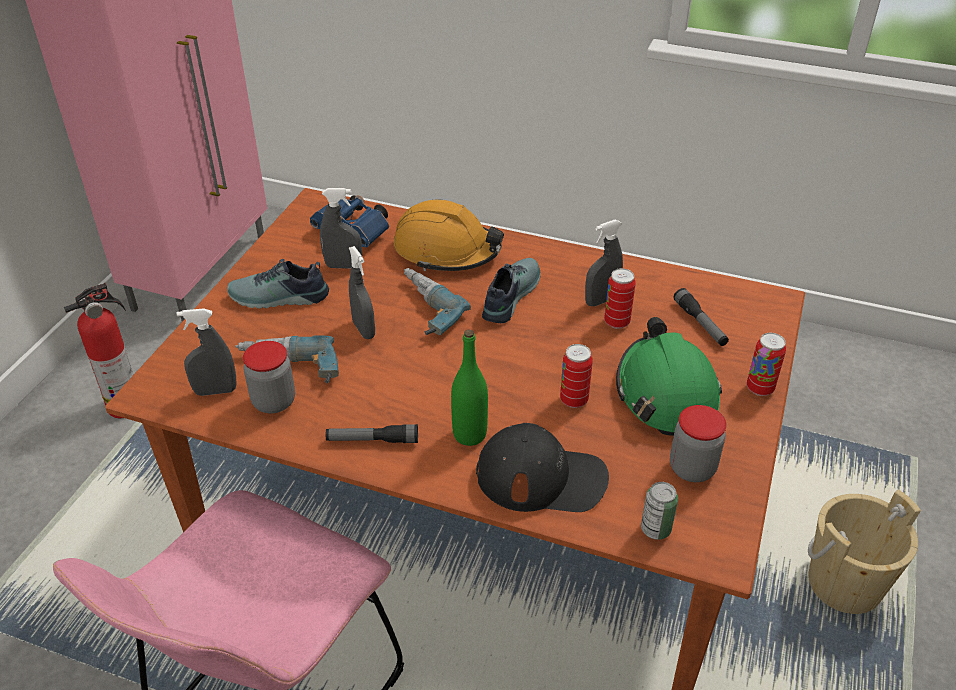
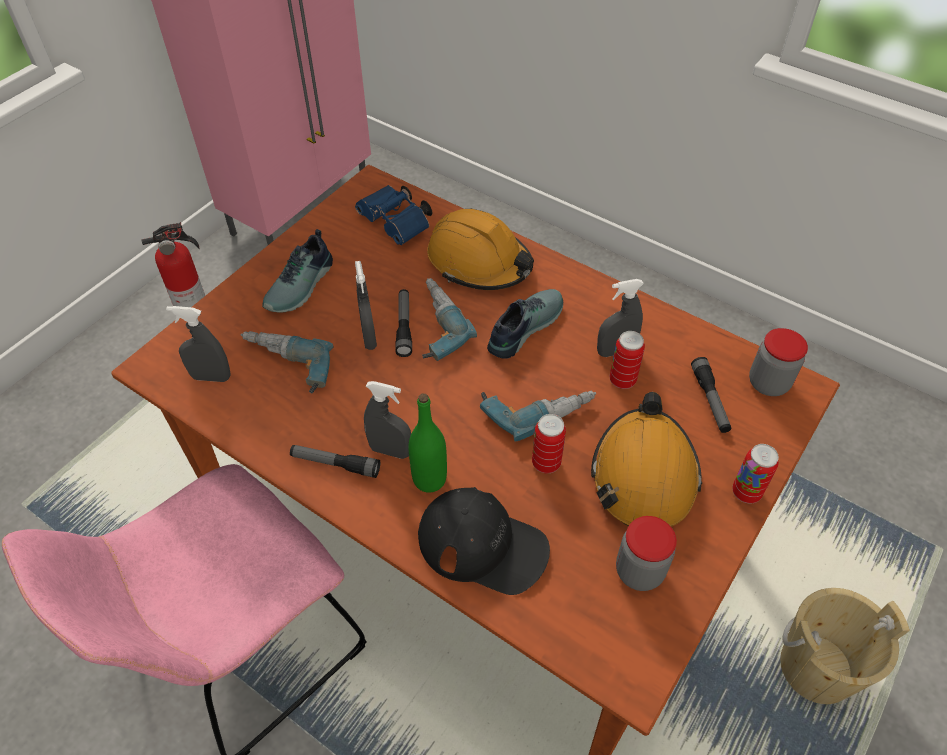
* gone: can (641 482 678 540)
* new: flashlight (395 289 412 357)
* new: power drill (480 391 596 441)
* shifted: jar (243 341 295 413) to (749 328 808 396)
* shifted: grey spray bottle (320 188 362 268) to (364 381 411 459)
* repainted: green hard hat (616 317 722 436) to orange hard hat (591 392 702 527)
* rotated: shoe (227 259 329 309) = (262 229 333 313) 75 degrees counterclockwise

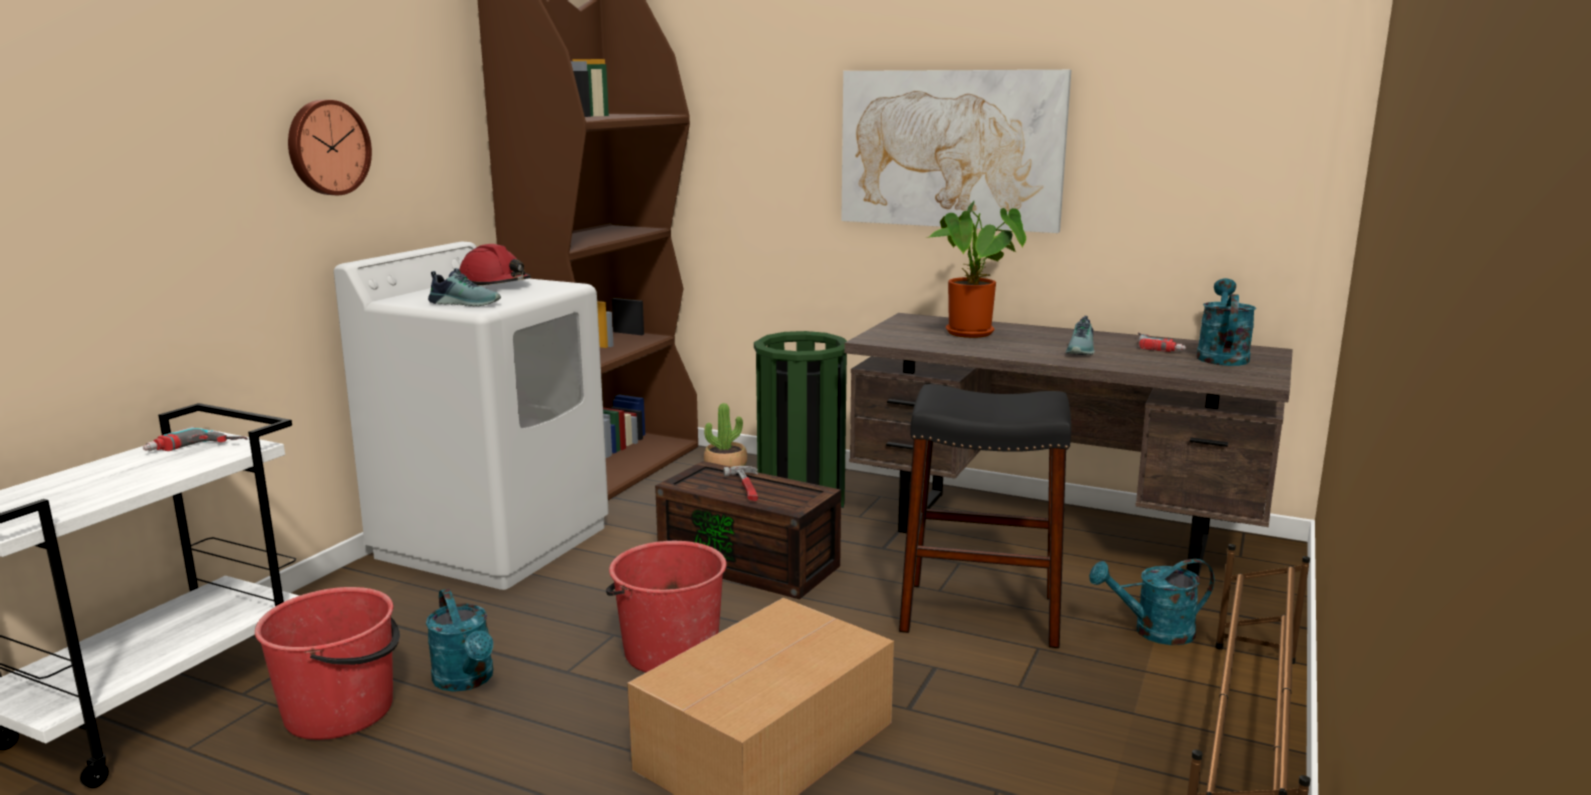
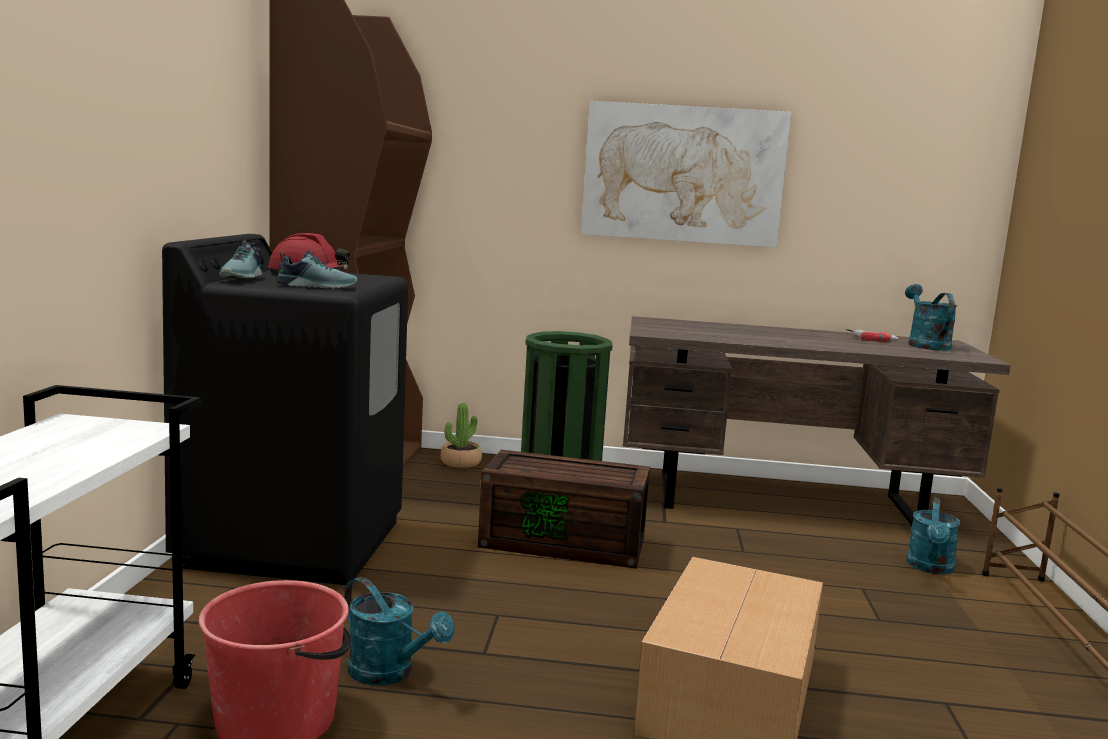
* gone: power drill (143 427 248 451)
* gone: wall clock (288 100 372 195)
* gone: red bucket (606 541 727 672)
* gone: hammer (723 466 758 501)
* gone: black stool (899 384 1071 648)
* gone: potted plant (926 201 1026 338)
* shifted: shoe (1065 316 1095 355) to (219 240 263 279)
* repainted: white washing machine (334 241 609 590) to black washing machine (162 234 408 585)
* rotated: turquoise watering can (1089 559 1215 645) = (906 498 960 574) 45 degrees counterclockwise

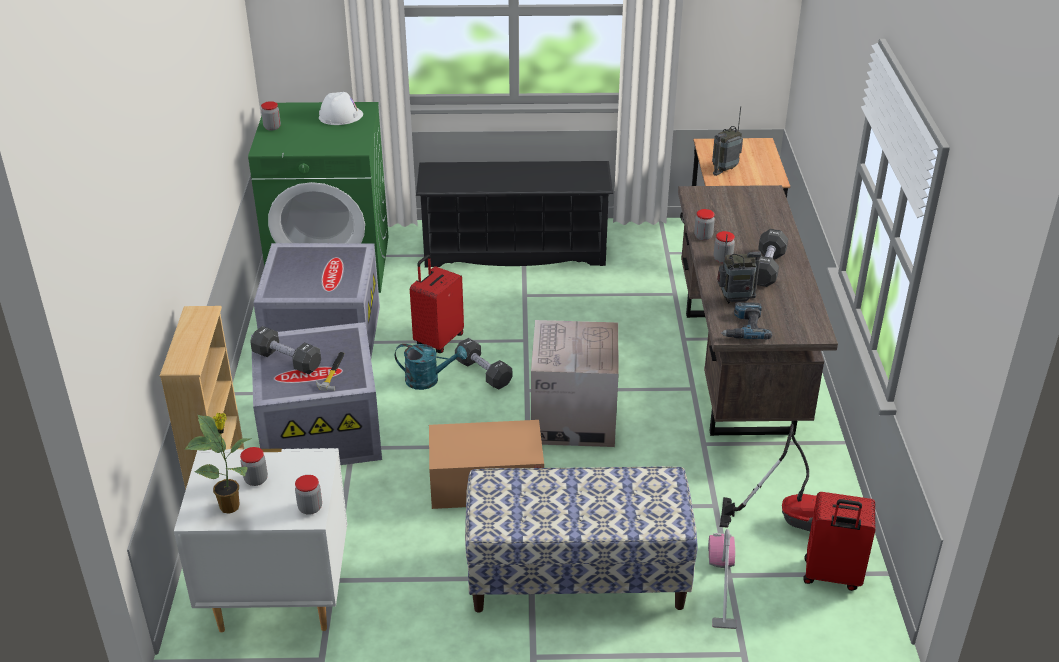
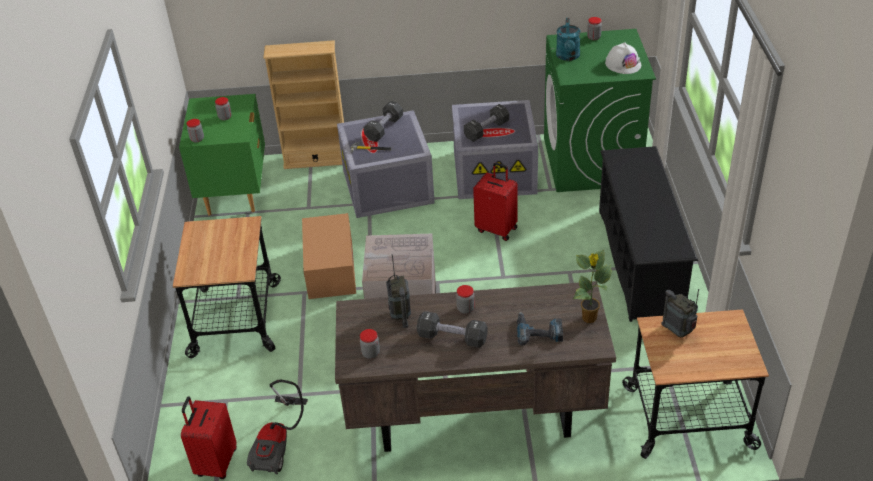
* gone: vacuum cleaner (708 529 737 629)
* shifted: potted plant (185 413 252 514) to (573 249 612 323)
* shifted: turquoise watering can (395 344 467 390) to (556 18 581 61)
* shifted: black dumbbell (455 338 512 390) to (464 104 509 142)
* shifted: jar (694 209 715 240) to (360 329 380 359)
* shifted: power drill (721 302 772 339) to (517 312 563 346)
* swapped: bench (465 466 698 613) to cart (173 216 281 358)
* repainted: white nightstand (174 448 347 632) to green nightstand (179 94 265 216)

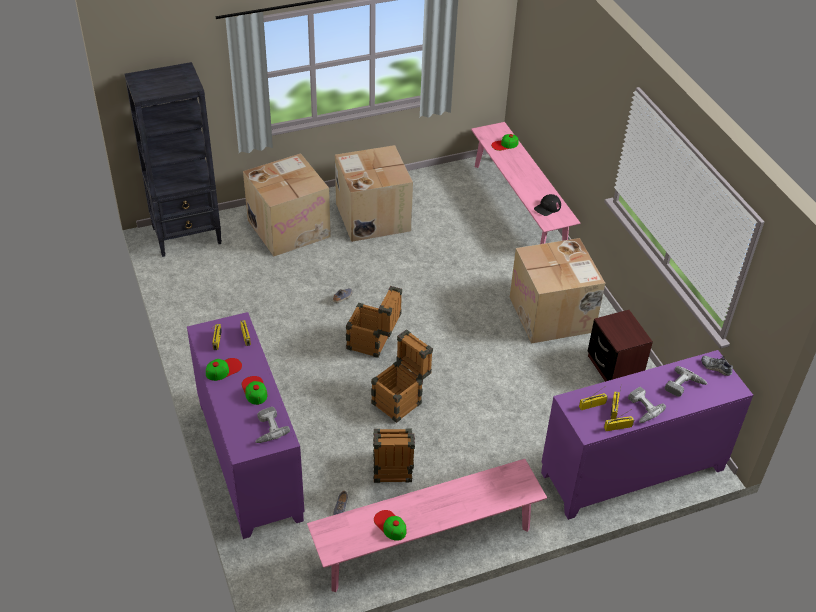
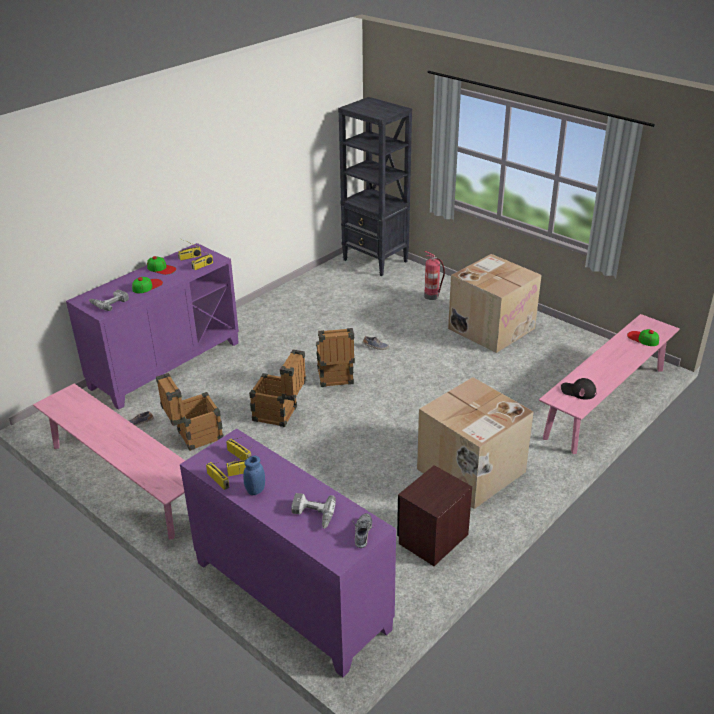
* gone: cap (374 510 406 541)
* swapped: cardboard box (243 153 331 256) to fire extinguisher (424 251 445 300)
* swapped: power drill (628 387 666 423) to blue jar (243 456 265 495)

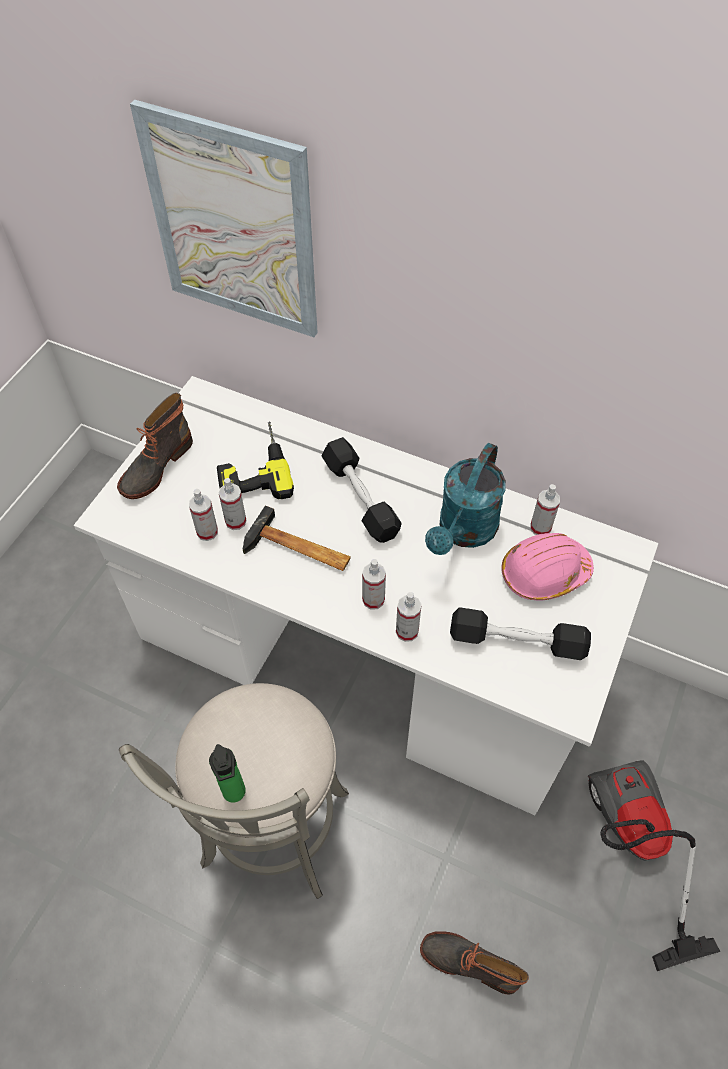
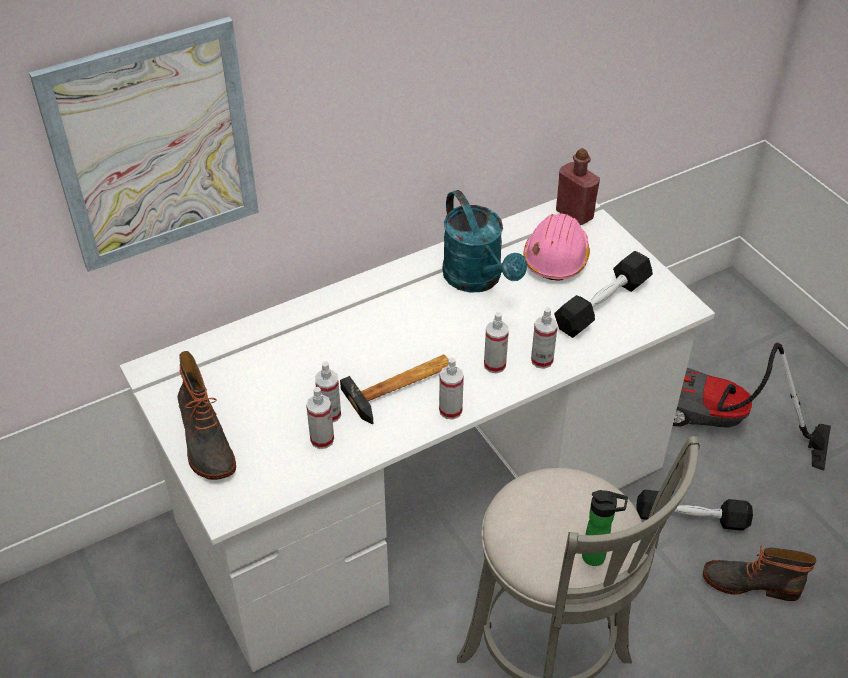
* gone: power drill (217 422 294 499)
* new: red bottle (556 148 600 225)
* shifted: black dumbbell (322 437 402 543) to (636 490 753 531)
* shifted: spray bottle (530 484 560 535) to (439 358 464 419)
* rotated: boot (420 931 529 994) = (703 545 817 601) 45 degrees clockwise

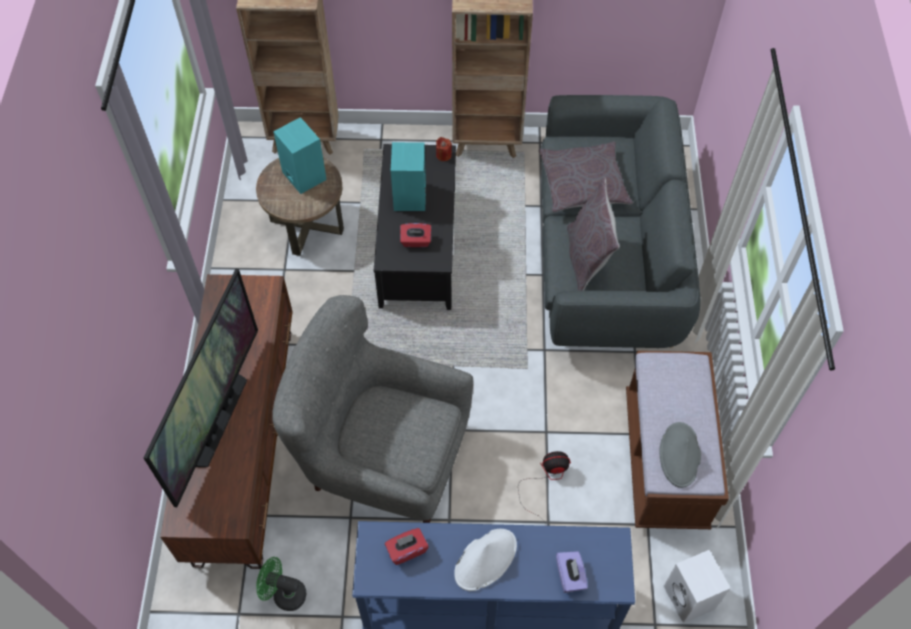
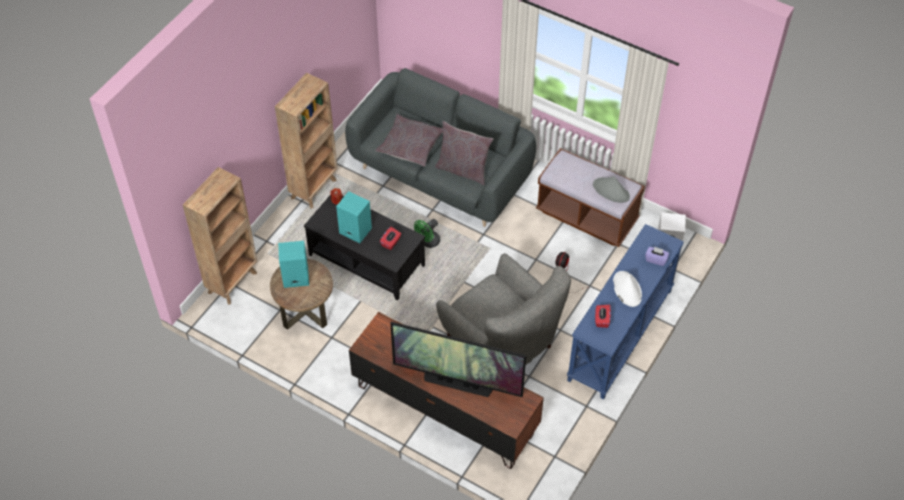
* shifted: green fan (256 557 306 611) to (414 219 440 248)
* rotated: television (143 269 258 507) = (390 322 526 397) 150 degrees clockwise
* rotated: grey armchair (272 295 473 523) = (436 253 571 364) 90 degrees counterclockwise

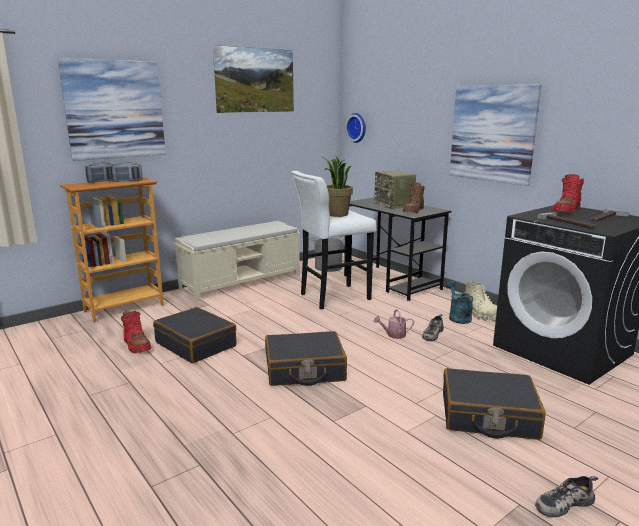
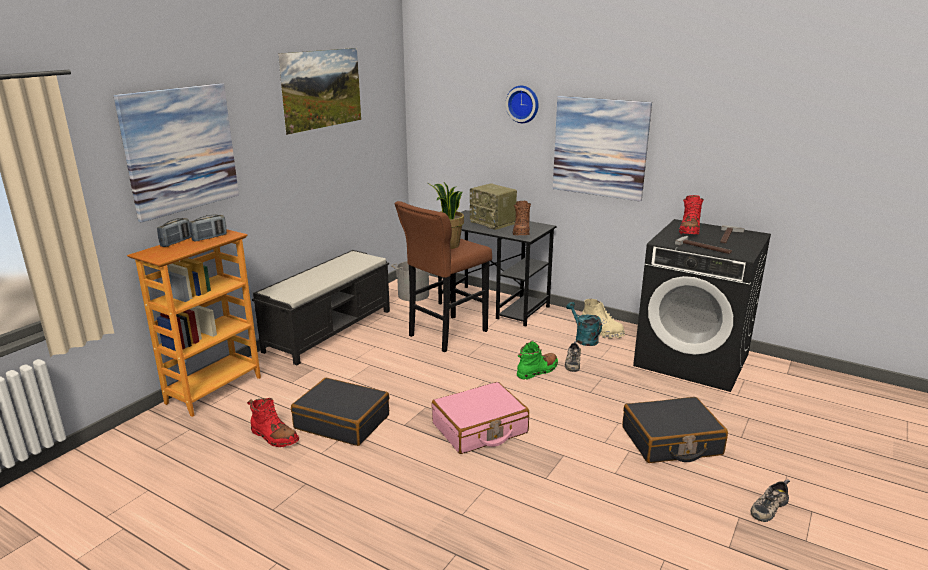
* shifted: wall clock (345 113 366 143) to (506 86 539 123)
* swapped: watering can (374 309 414 339) to green boot (517 341 558 379)
* repainted: beige bench (173 221 301 301) to black bench (252 250 390 365)
* repainted: black suitcase (265 331 347 386) to pink suitcase (432 382 529 454)
* repainted: white stool (291 171 376 309) to brown stool (395 201 492 352)

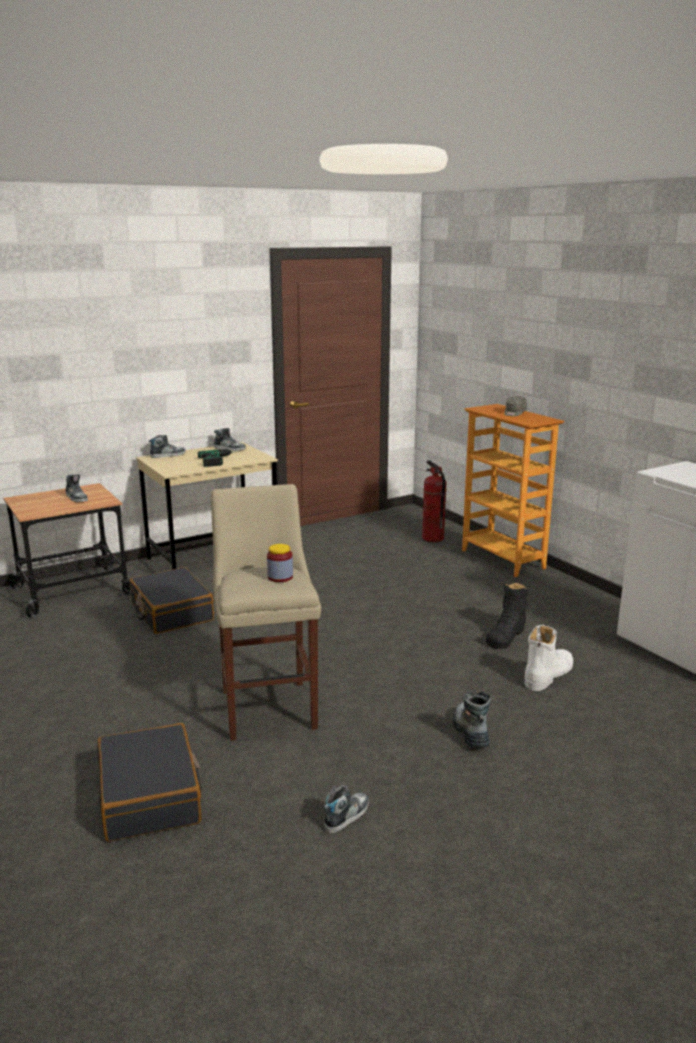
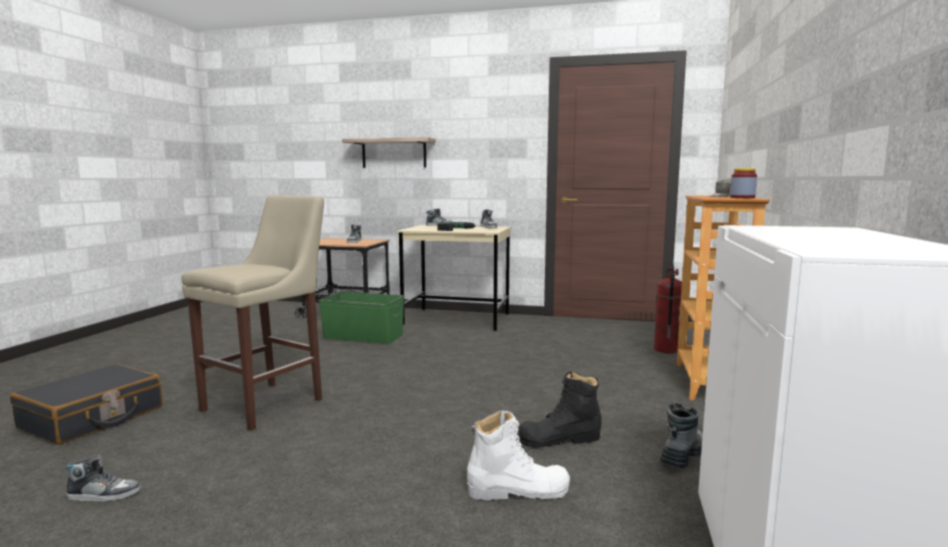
* new: shelf (342 137 436 168)
* shifted: jar (267 544 293 582) to (730 168 757 198)
* shifted: boot (453 691 491 747) to (660 403 703 468)
* swapped: black suitcase (129 567 214 634) to green storage box (319 291 404 344)

